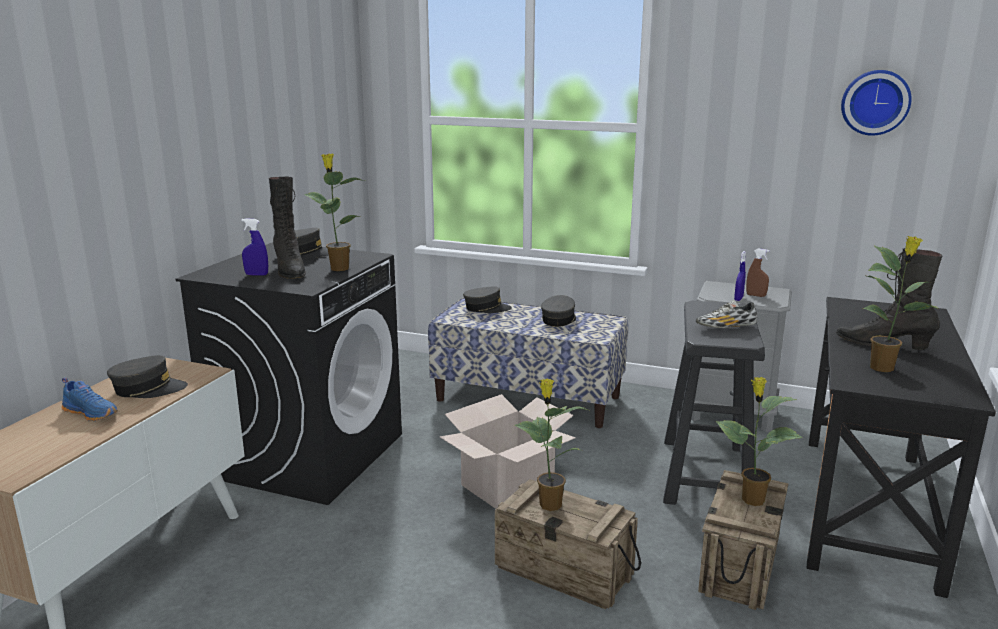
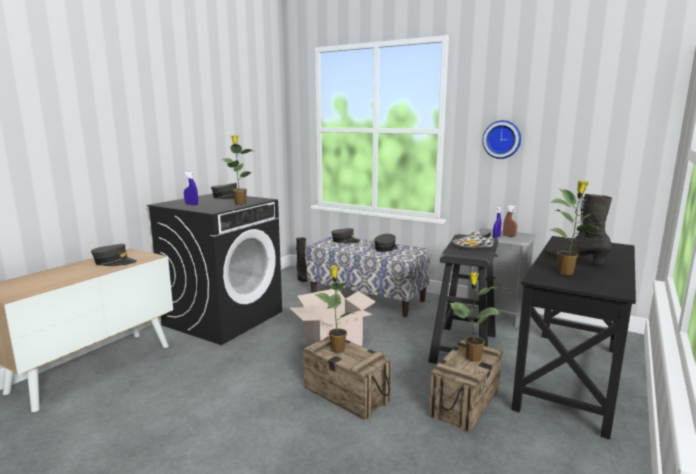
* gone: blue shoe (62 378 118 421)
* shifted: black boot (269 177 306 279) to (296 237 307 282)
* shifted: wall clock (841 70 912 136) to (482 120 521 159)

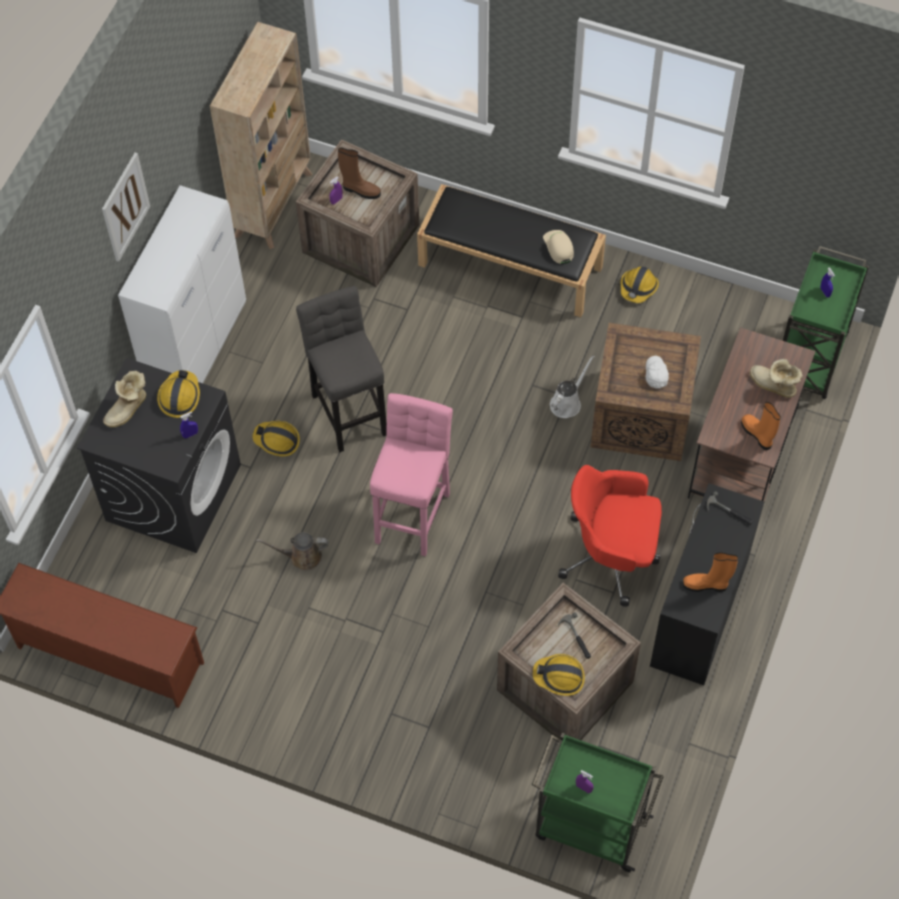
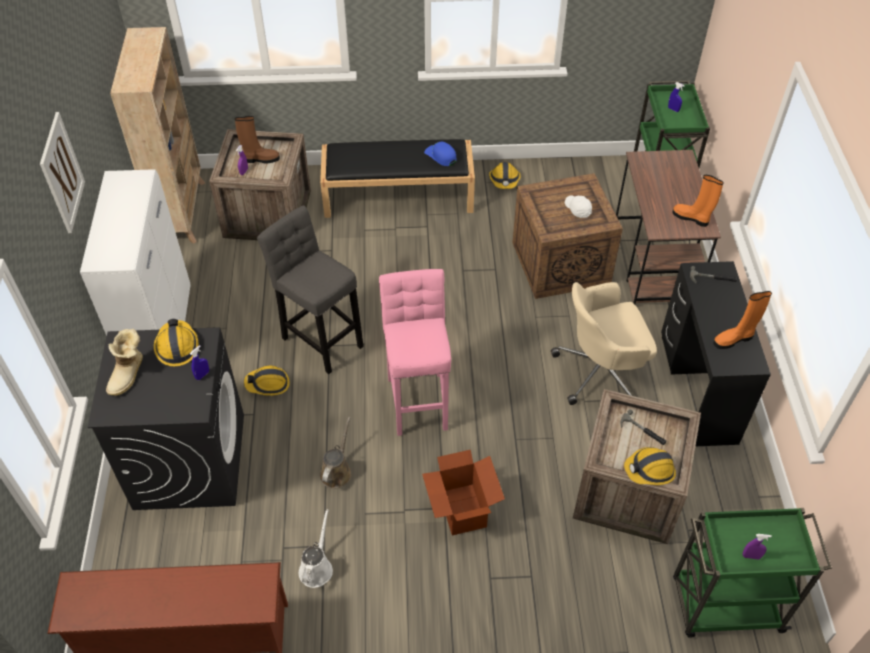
* gone: boot (750 359 803 398)
* new: cardboard box (422 450 505 535)
* shifted: white watering can (550 355 594 418) to (299 509 333 588)
* repainted: beige cap (543 230 574 264) to blue cap (424 142 457 166)
* repainted: red office chair (558 465 662 607) to beige office chair (551 282 657 405)
* rotated: brown watering can (256 532 329 570) = (320 417 351 489) 135 degrees clockwise

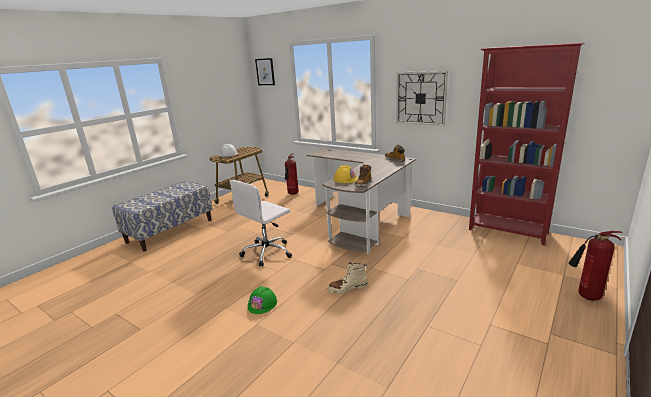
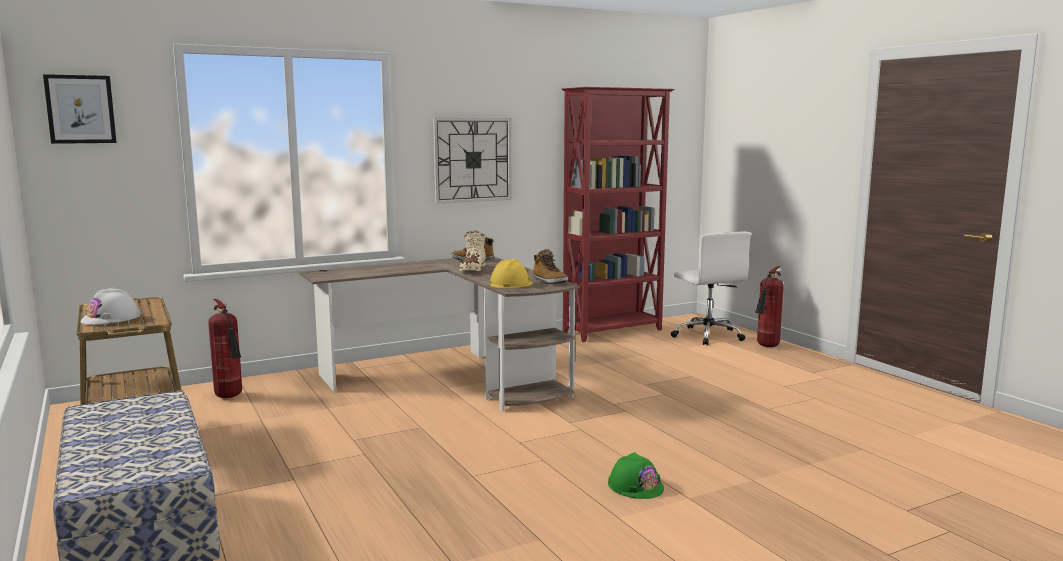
* shifted: white office chair (229 180 292 266) to (671 231 751 345)
* shifted: beige boot (327 261 368 294) to (459 231 486 272)

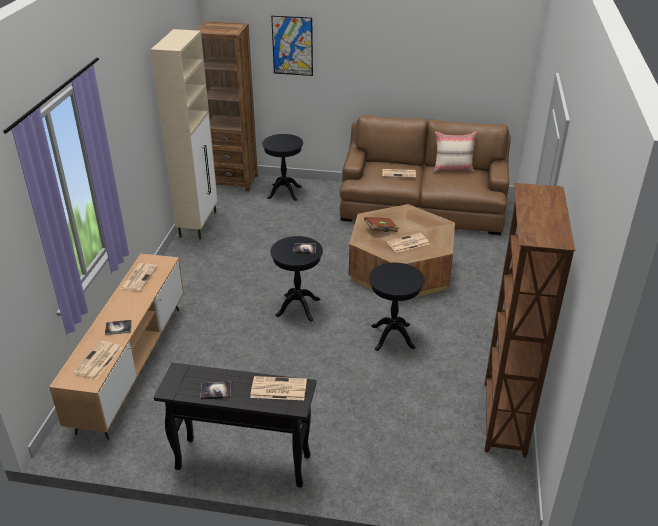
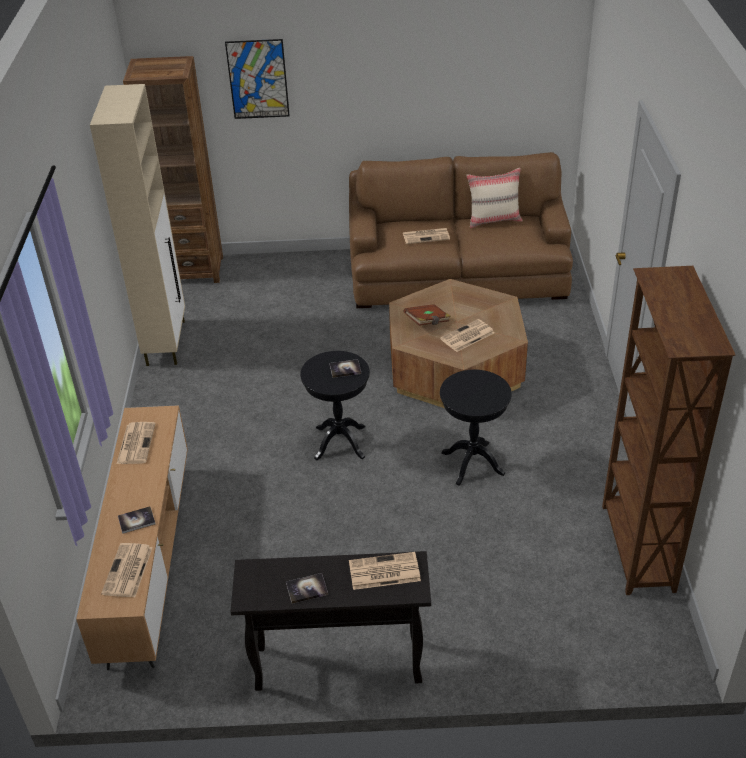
* gone: black side table (262 134 303 201)

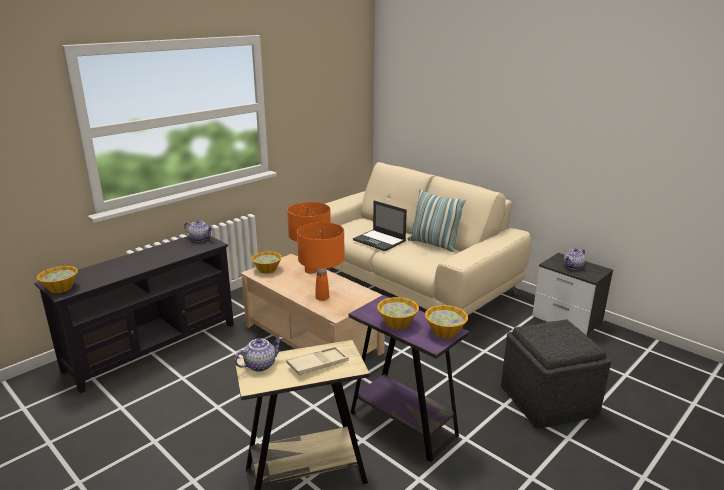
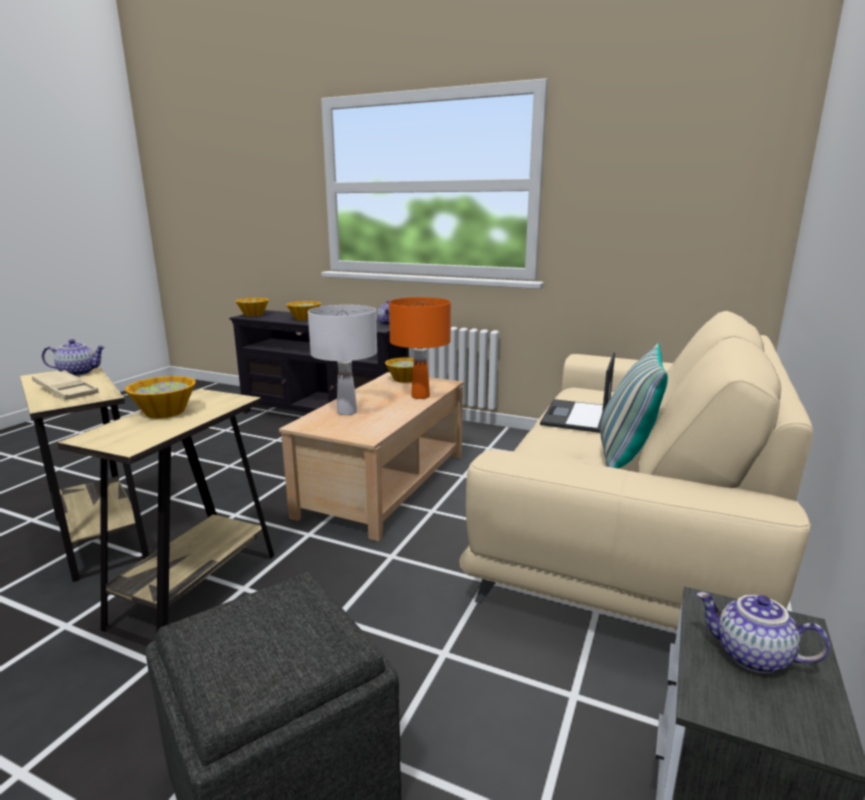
* shifted: bowl (425 305 468 338) to (286 301 321 321)
* repainted: orange table lamp (297 222 345 301) to white table lamp (308 305 377 415)
* repainted: purple side table (349 295 469 462) to beige side table (57 389 274 646)
* rotated: teapot (235 337 283 372) = (42 339 105 376) 45 degrees counterclockwise

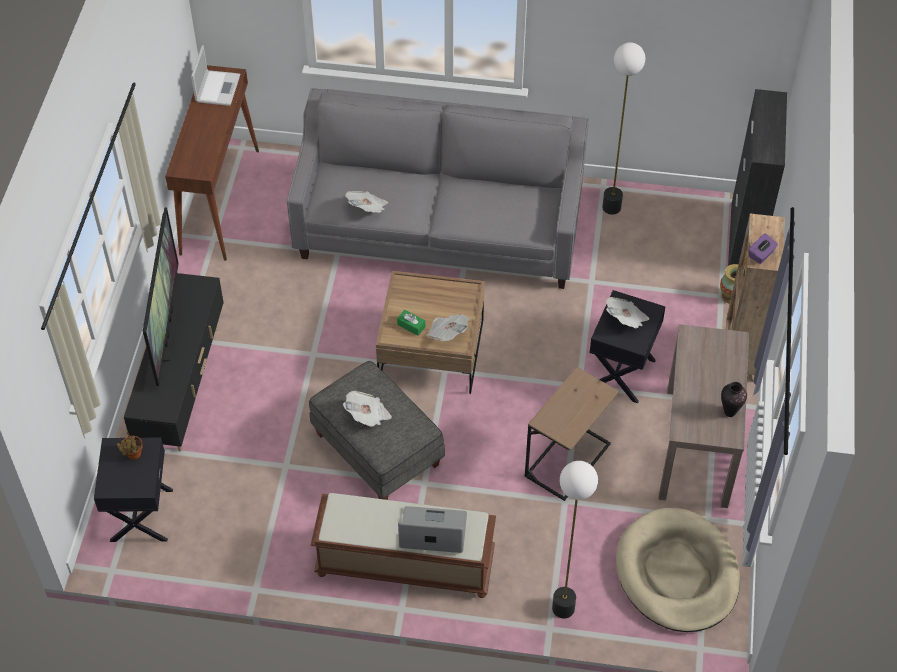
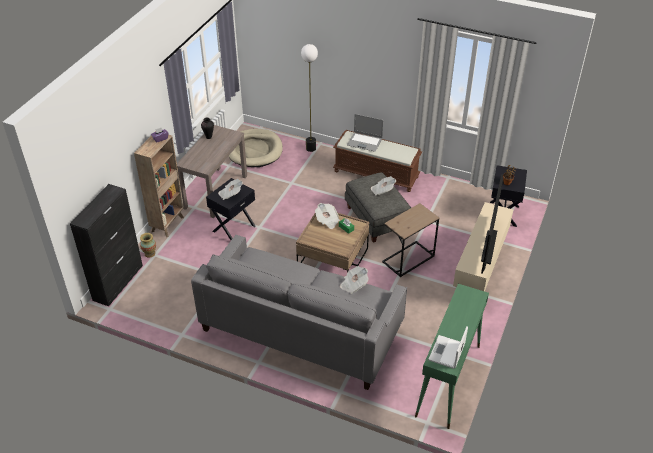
* gone: floor lamp (602 42 645 215)
* shifted: brown side table (525 367 619 501) to (382 203 440 277)
* repainted: black tv stand (124 273 224 451) to beige tv stand (453 202 513 291)
* repainted: brown console table (165 65 259 261) to green console table (415 284 489 429)

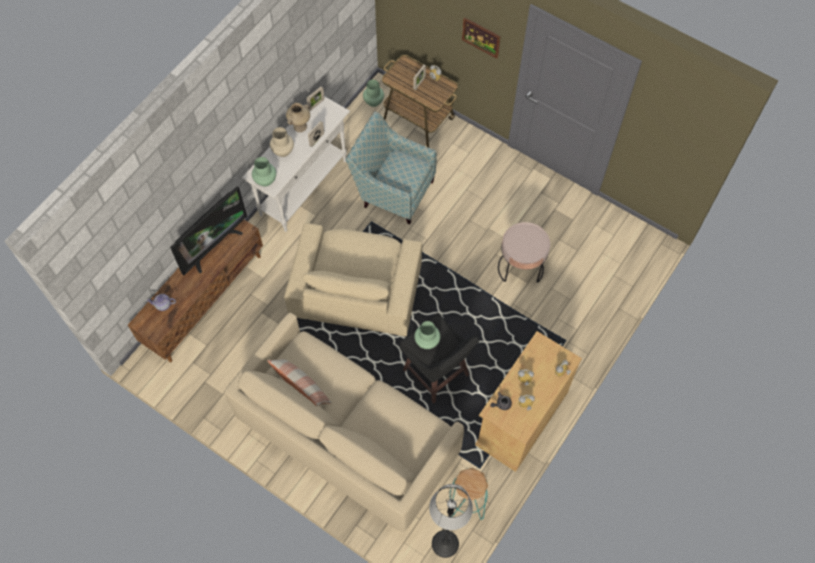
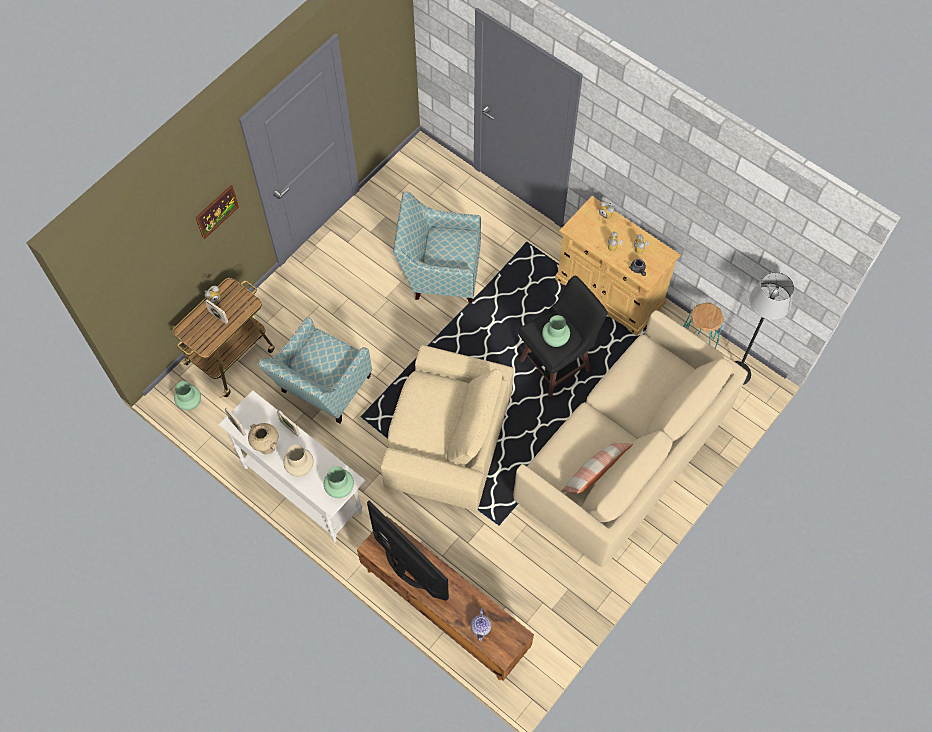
* swapped: pink side table (498 222 550 283) to armchair (393 192 481 303)

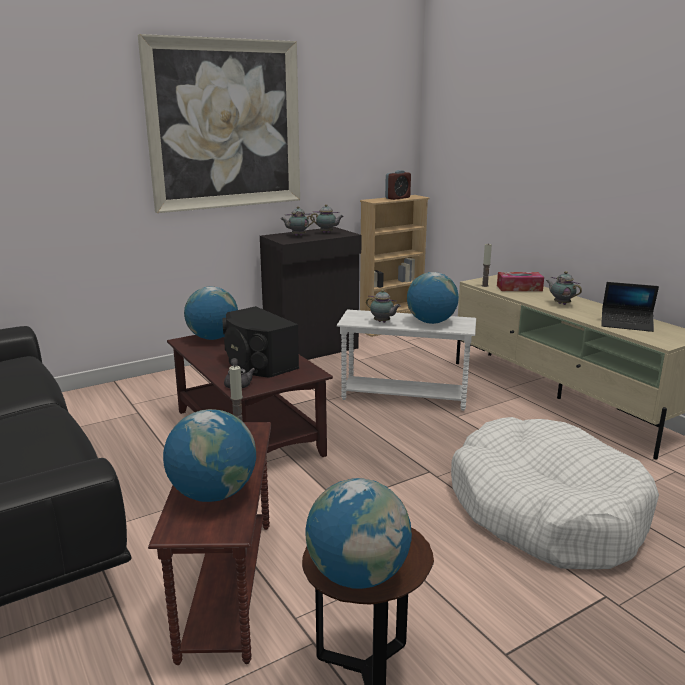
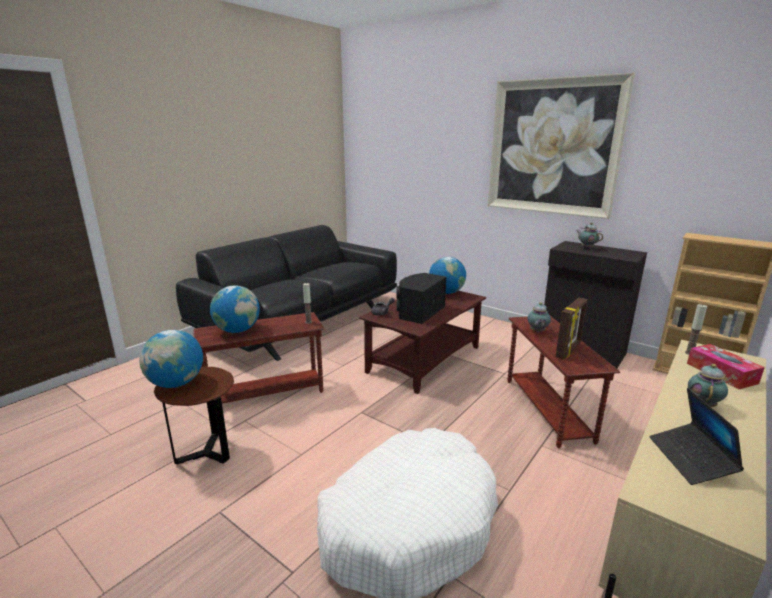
* gone: teapot (310 204 344 233)
* gone: alarm clock (385 170 411 200)
* swapped: globe (407 272 459 324) to picture frame (555 298 587 360)
* repainted: white side table (337 310 476 411) to brown side table (507 316 620 448)

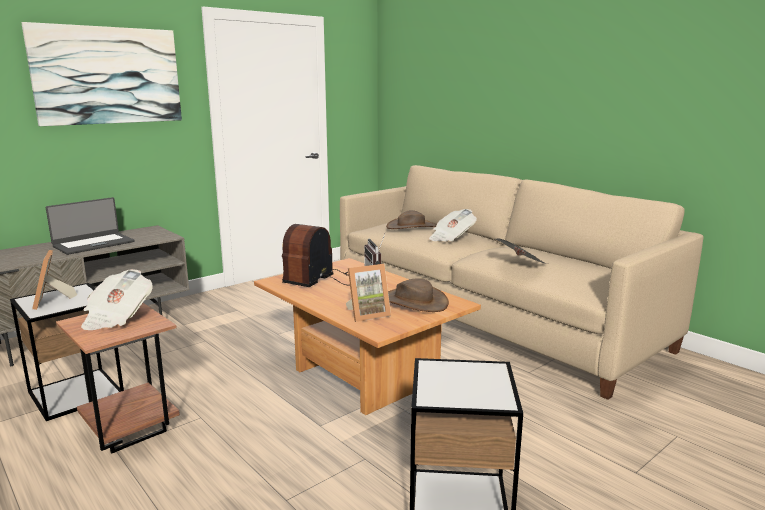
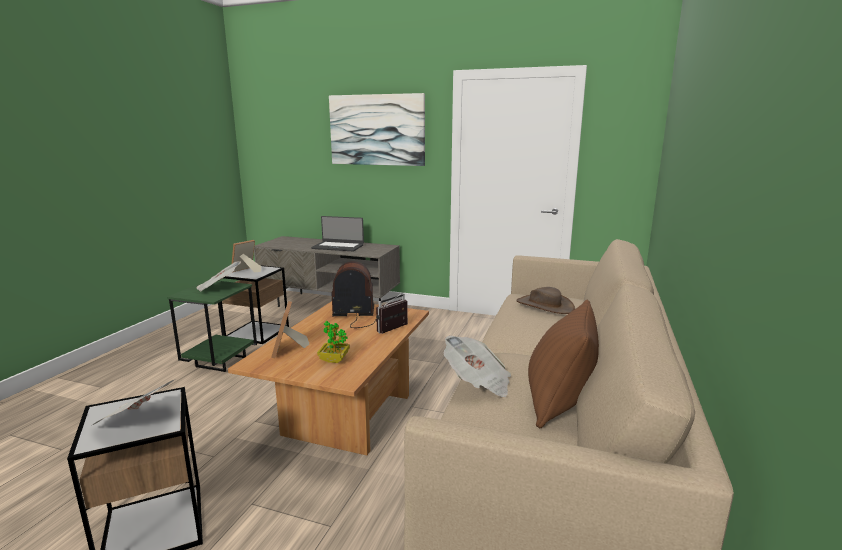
* new: brown pillow (528 300 599 428)
* shifted: newspaper (429 209 477 242) to (93 380 174 425)
* swapped: brown hat (388 278 449 312) to potted plant (317 321 350 363)
* repainted: brown side table (56 303 180 453) to green side table (167 280 257 372)
* rotated: picture frame (346 264 391 322) = (271 301 309 358) 45 degrees clockwise

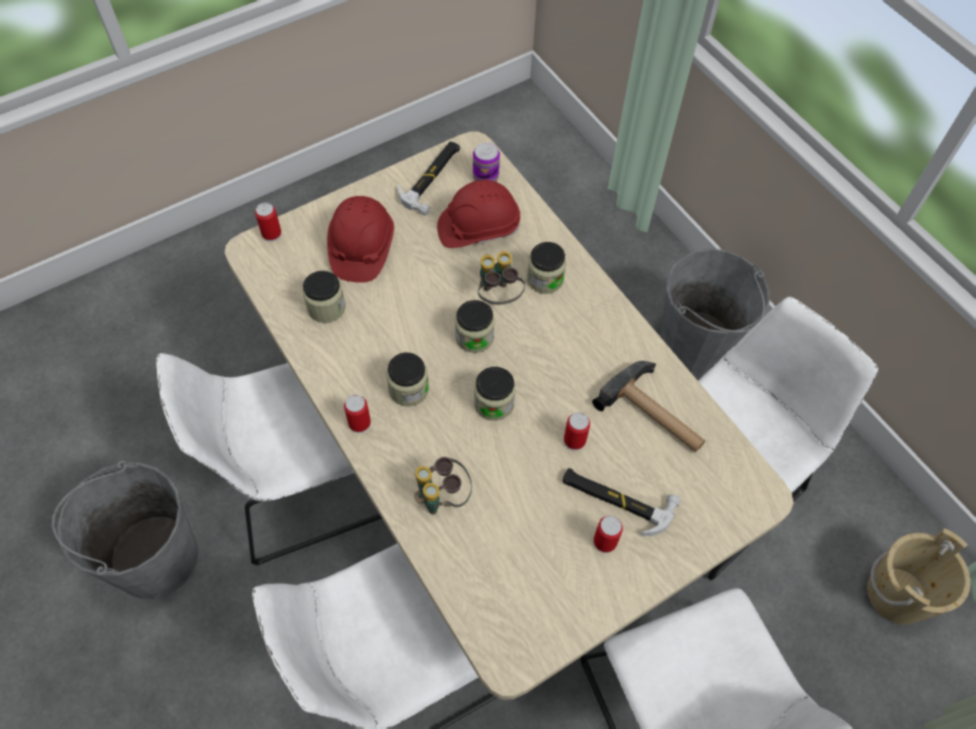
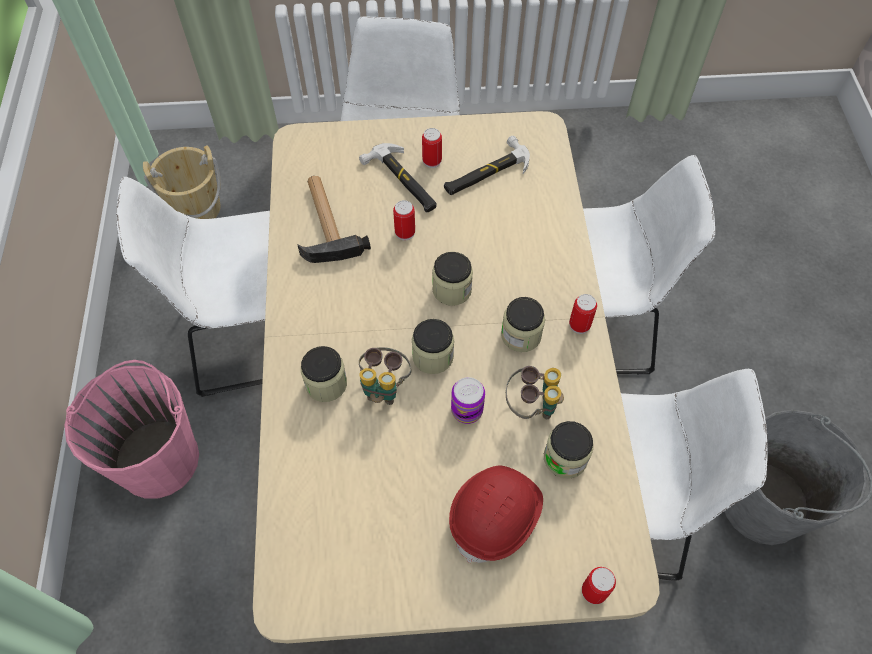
* gone: red hard hat (437 180 520 248)
* shifted: hammer (398 142 460 215) to (444 136 530 195)
* shifted: binoculars (414 457 472 515) to (506 366 564 419)
* shifted: can (473 142 500 182) to (451 377 485 424)
* repainted: grey bucket (660 248 769 377) to pink bucket (64 360 199 499)

